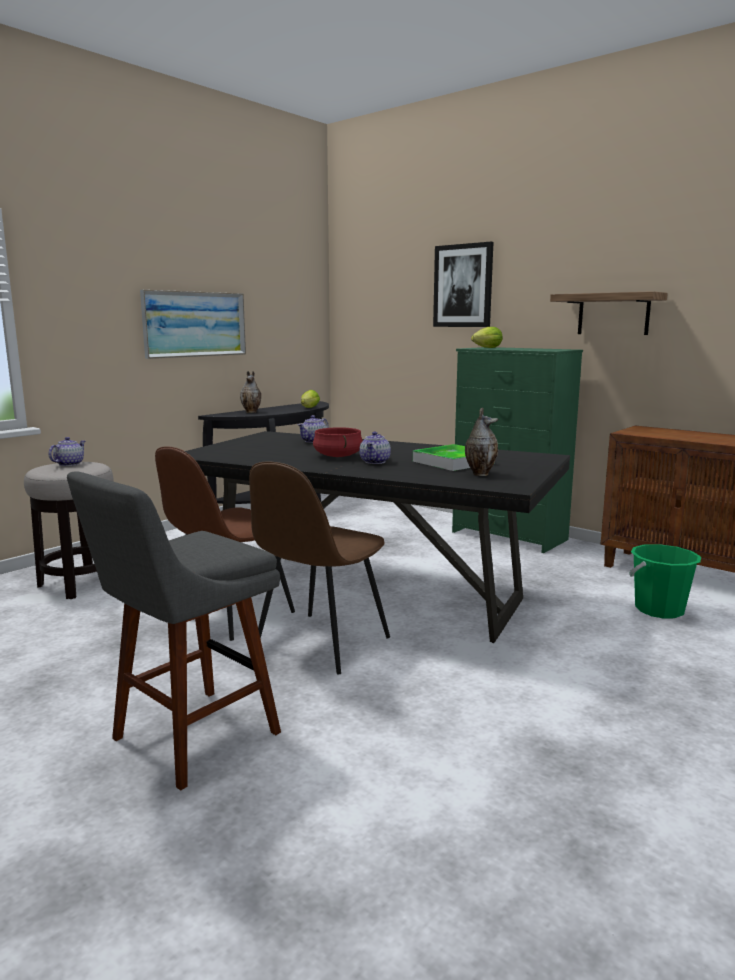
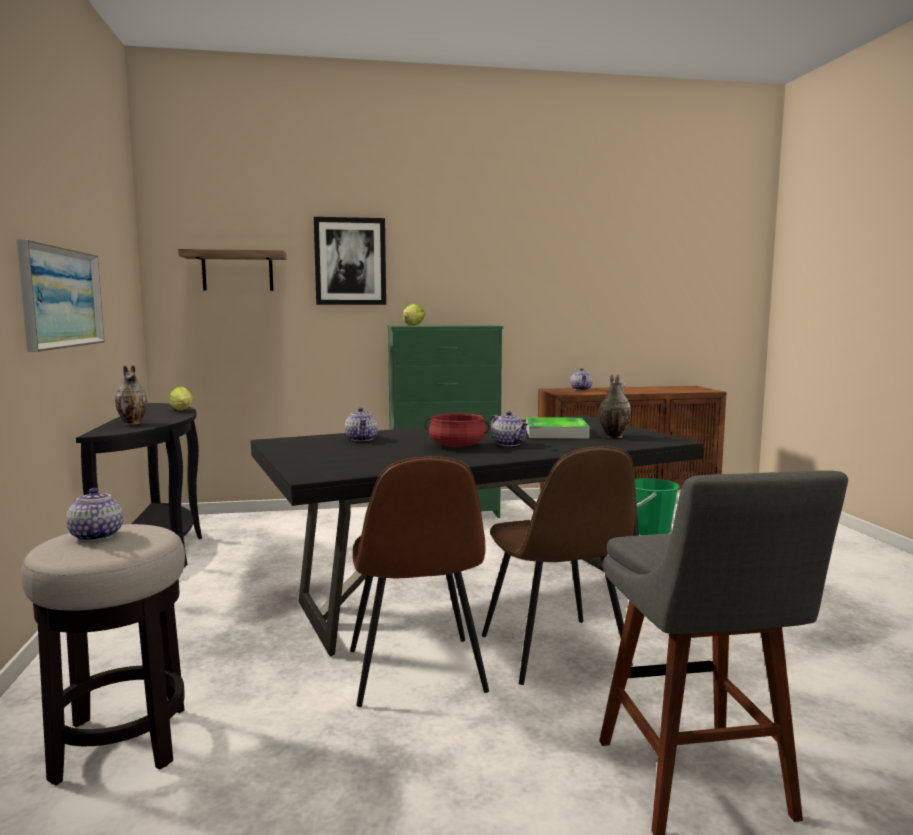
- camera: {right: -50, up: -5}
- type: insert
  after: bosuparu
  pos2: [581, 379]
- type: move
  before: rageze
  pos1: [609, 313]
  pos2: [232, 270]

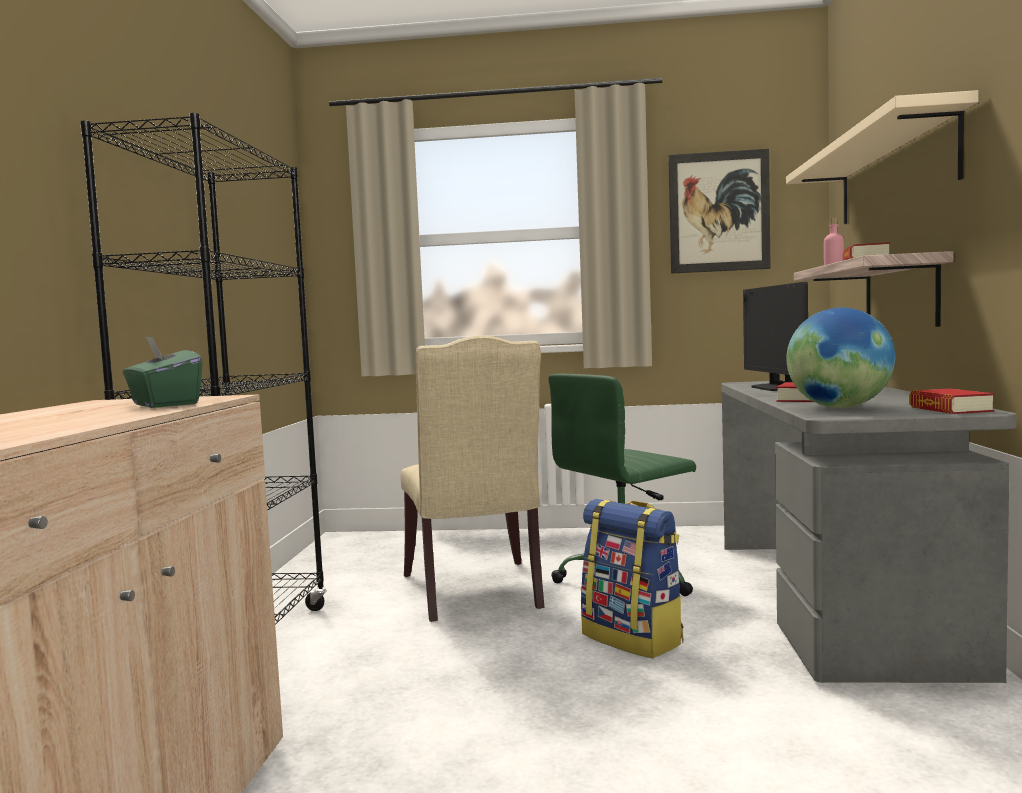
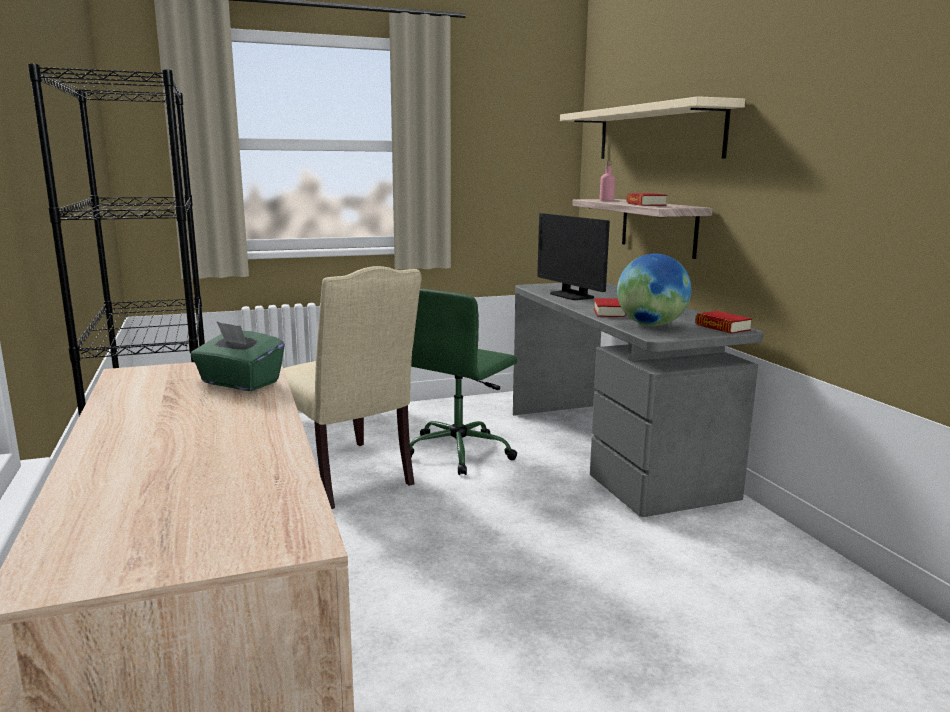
- camera: {right: -25, up: 10}
- type: delete
  before: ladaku
  pos1: [632, 579]
- type: delete
  before: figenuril
  pos1: [719, 211]

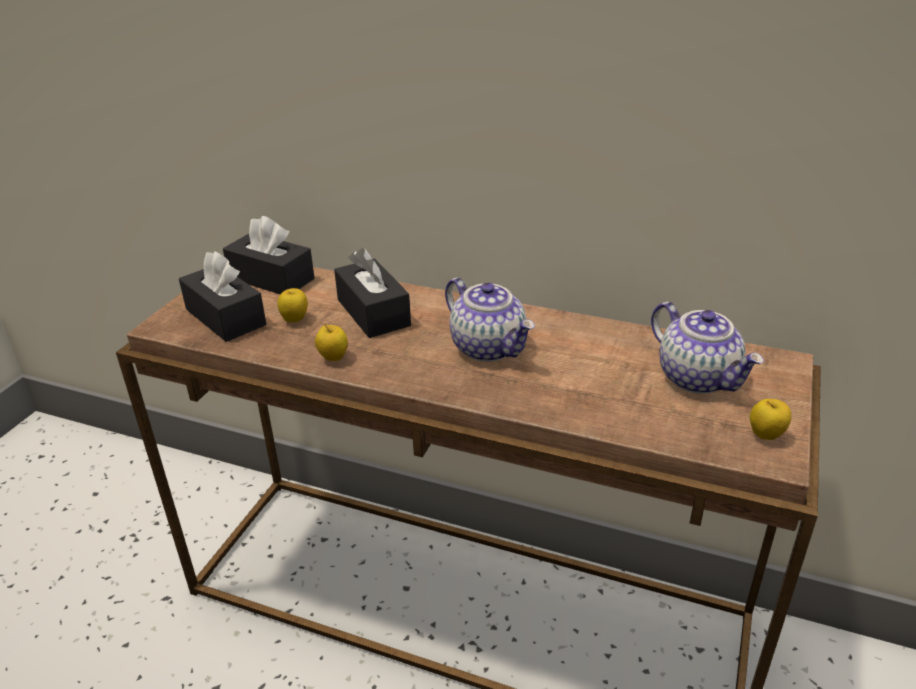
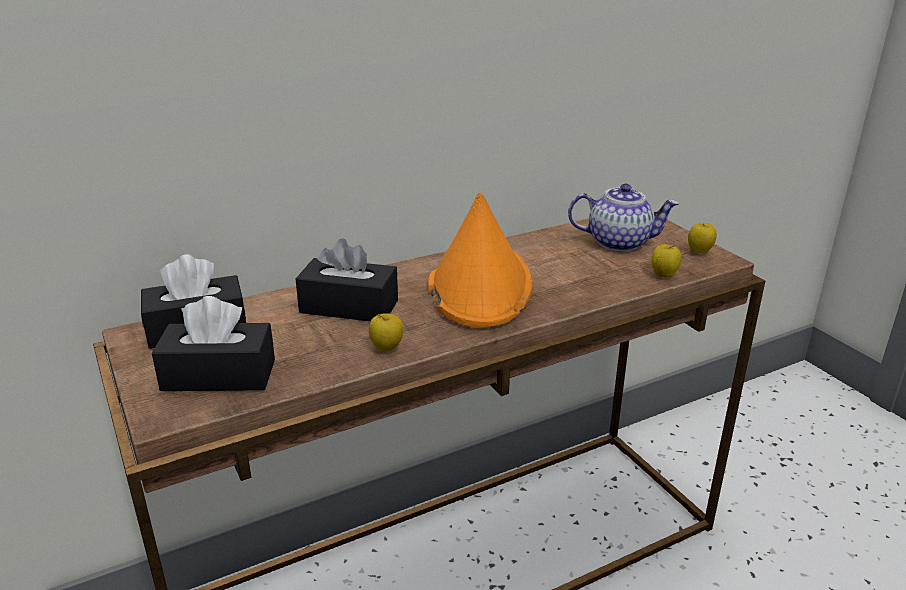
- camera: {right: -50, up: -5}
- type: move
  before: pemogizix
  pos1: [292, 305]
  pos2: [666, 261]
- type: replace
  before: bosuparu
  after: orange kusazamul
  pos1: [490, 320]
  pos2: [480, 260]

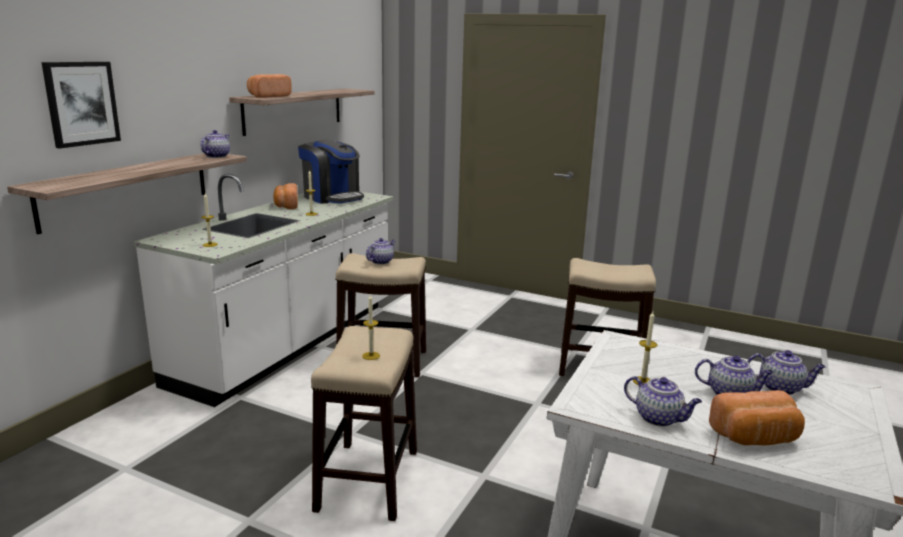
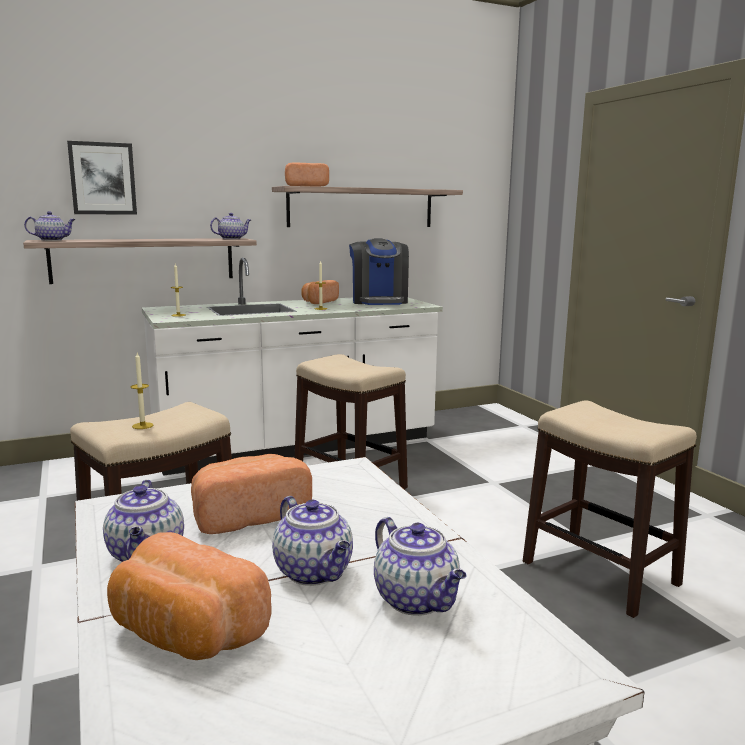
- camera: {right: 40, up: -5}
- type: move
  before: bosuparu
  pos1: [380, 251]
  pos2: [50, 226]
- type: replace
  before: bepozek
  after: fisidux
  pos1: [645, 348]
  pos2: [251, 494]

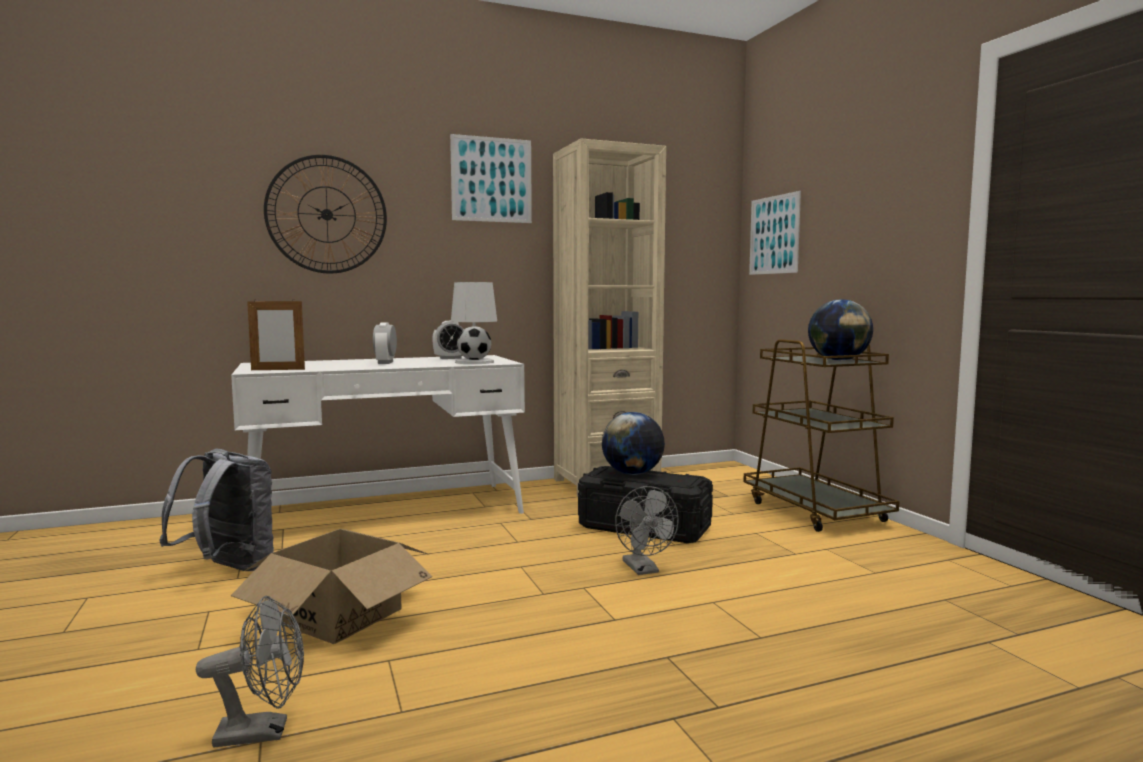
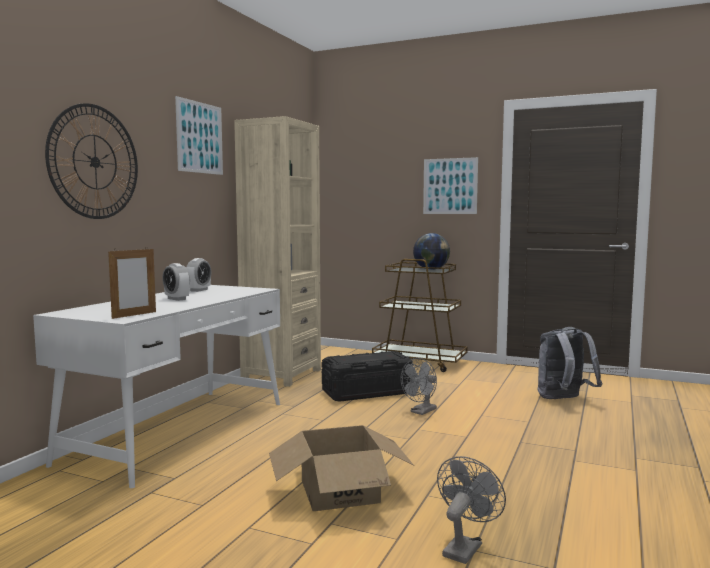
- camera: {right: -45, up: 0}
- type: delete
  before: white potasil
  pos1: [474, 323]
- type: delete
  before: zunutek
  pos1: [633, 443]
- type: move
  before: grey ladaku
  pos1: [216, 510]
  pos2: [570, 363]
- type: move
  before: figenuril
  pos1: [775, 233]
  pos2: [450, 185]
- type: rotate
  before: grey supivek
  pos1: [647, 530]
  pos2: [419, 386]
  turn: 105

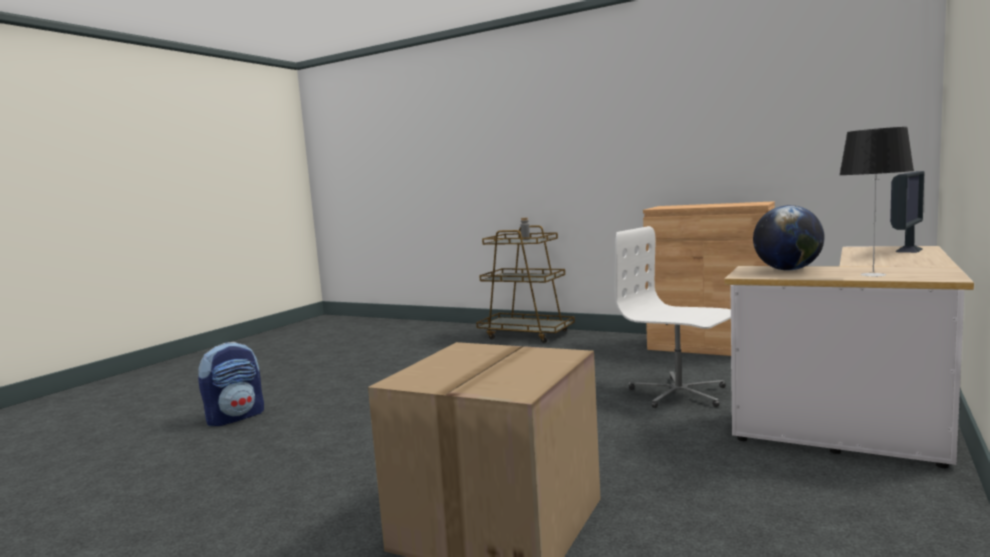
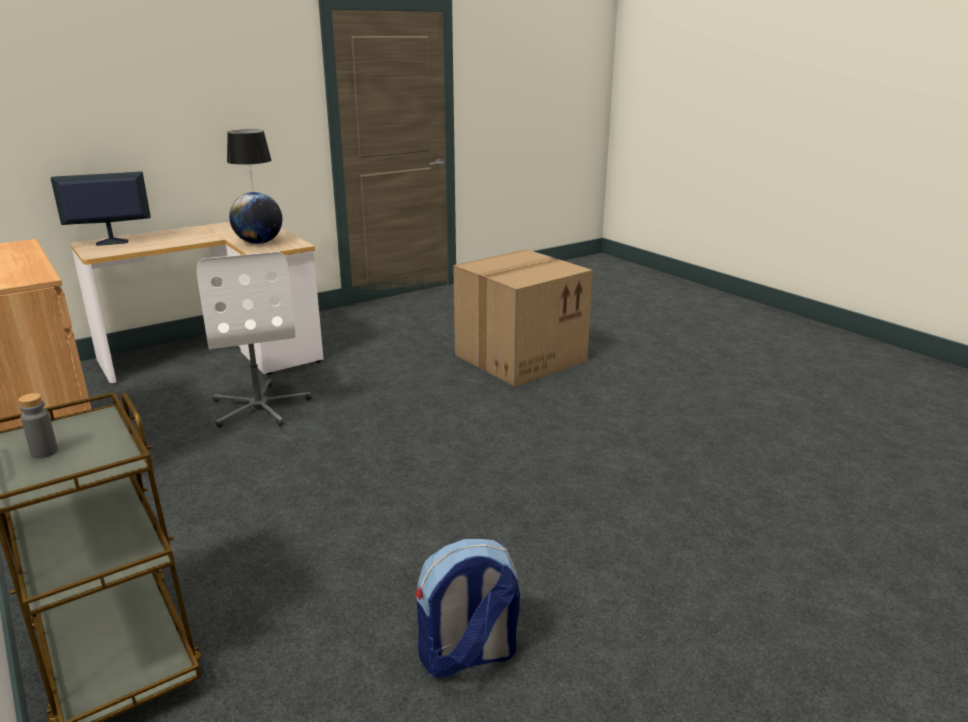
- camera: {right: -155, up: 15}
- type: move
  before: ladaku
  pos1: [231, 384]
  pos2: [468, 608]

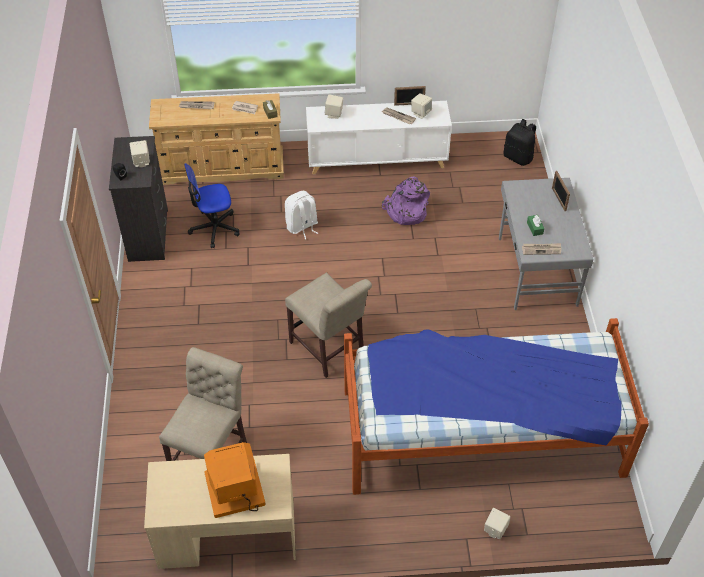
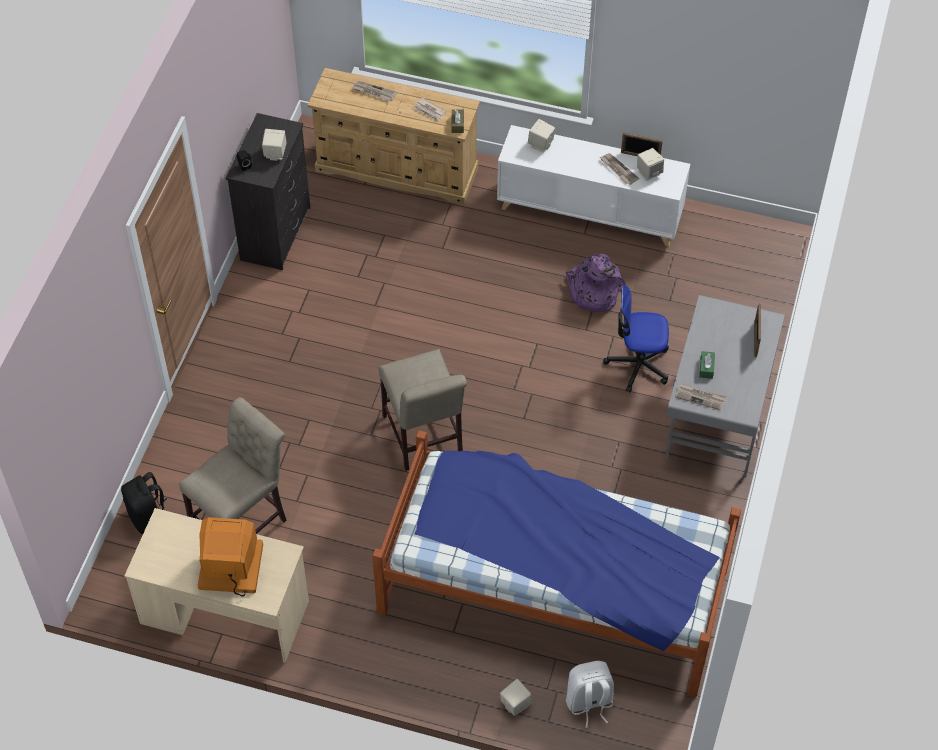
- camera: {right: 20, up: 5}
- type: move
  before: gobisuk
  pos1: [212, 205]
  pos2: [636, 338]
- type: move
  before: white ladaku
  pos1: [301, 215]
  pos2: [590, 694]
- type: move
  before: black ladaku
  pos1: [520, 142]
  pos2: [144, 503]

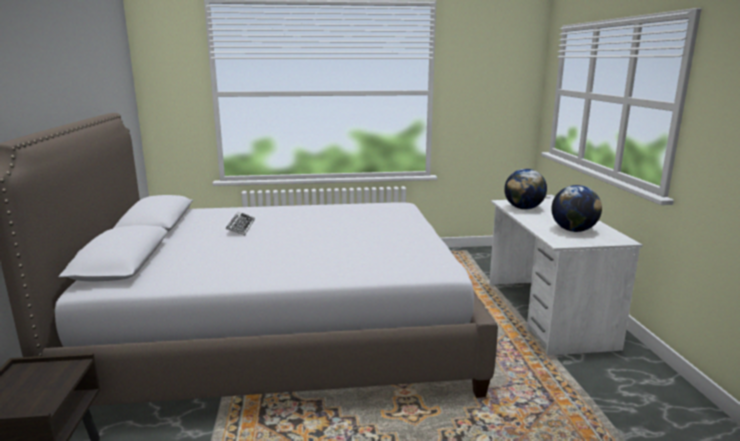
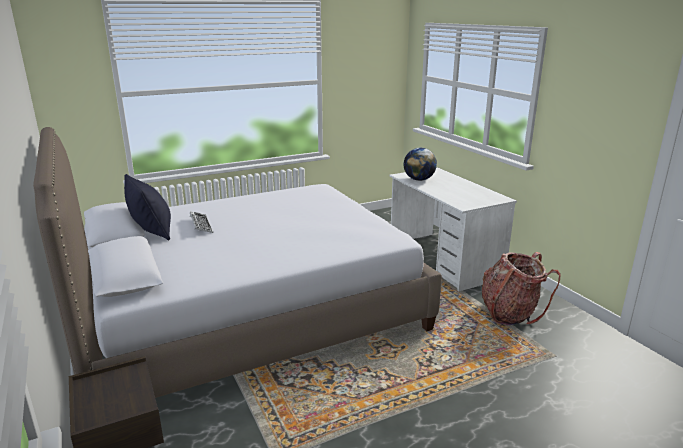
- camera: {right: -20, up: 5}
- type: delete
  before: zunutek
  pos1: [576, 208]
- type: insert
  after: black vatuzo
  pos2: [147, 207]
- type: insert
  after: ladaku
  pos2: [521, 288]

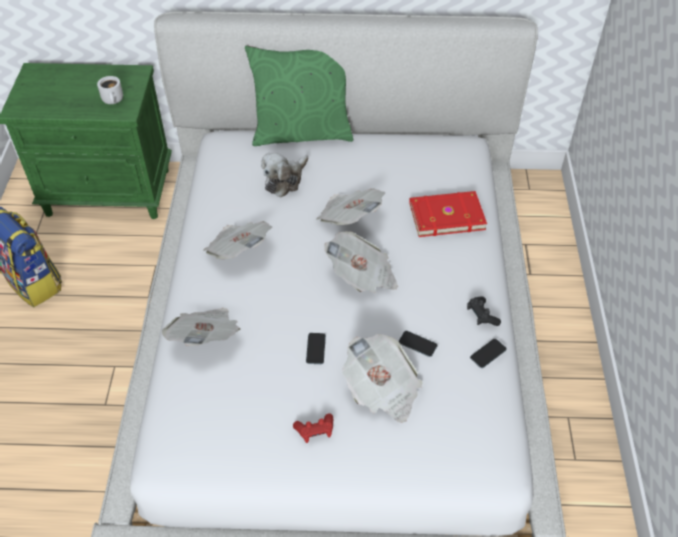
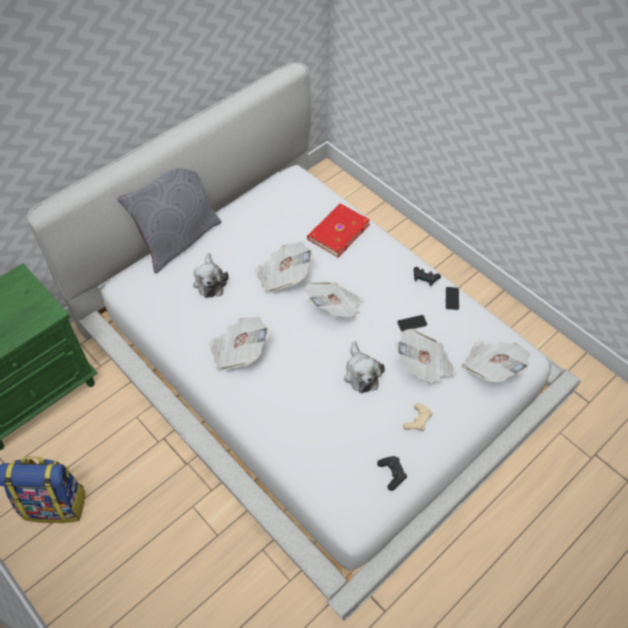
- camera: {right: -45, up: 5}
- type: delete
  before: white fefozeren
  pos1: [110, 90]
- type: insert
  after: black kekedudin
  pos2: [392, 473]
- type: move
  before: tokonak
  pos1: [201, 327]
  pos2: [496, 361]
- type: replace
  before: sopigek
  after: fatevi
  pos1: [316, 348]
  pos2: [364, 367]
- type: recolor
  before: green vatuzo
  after: grey vatuzo
  pos1: [299, 96]
  pos2: [169, 220]
- type: recolor
  before: red kekedudin
  after: beige kekedudin
  pos1: [313, 428]
  pos2: [417, 417]

